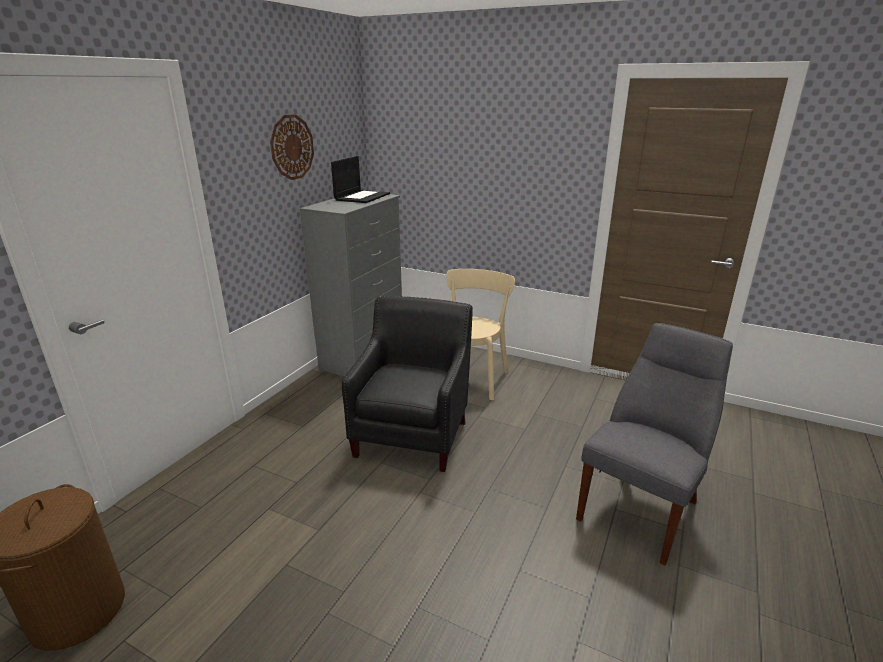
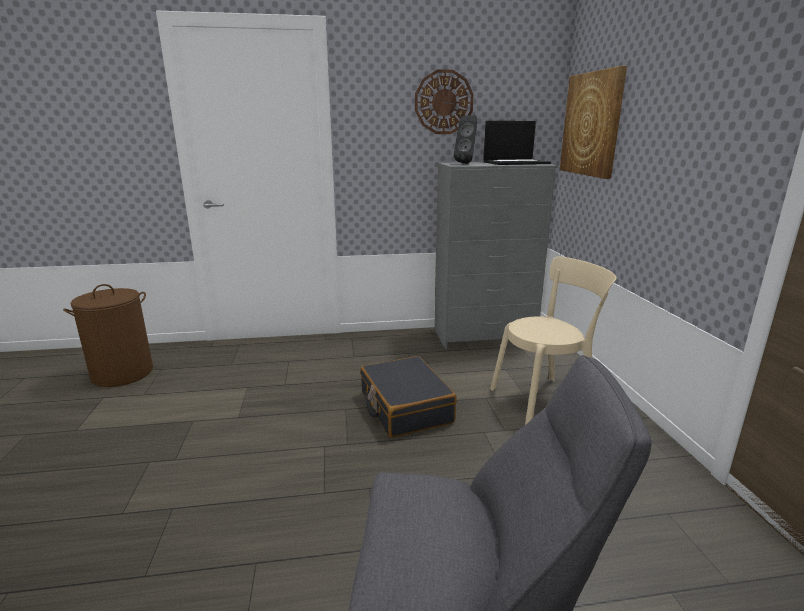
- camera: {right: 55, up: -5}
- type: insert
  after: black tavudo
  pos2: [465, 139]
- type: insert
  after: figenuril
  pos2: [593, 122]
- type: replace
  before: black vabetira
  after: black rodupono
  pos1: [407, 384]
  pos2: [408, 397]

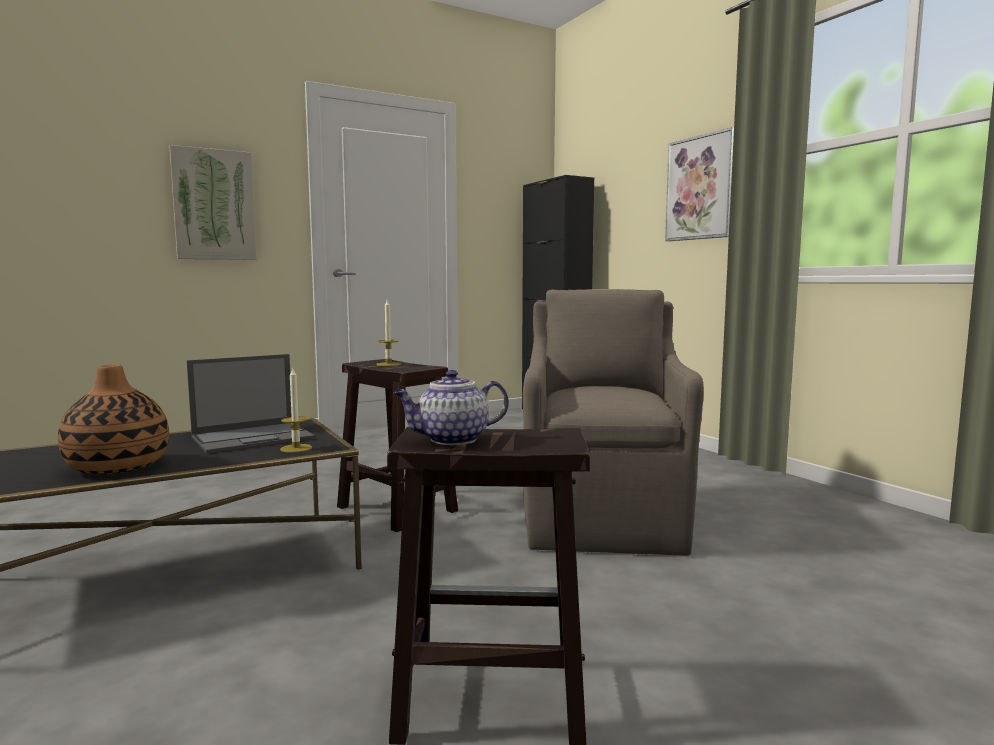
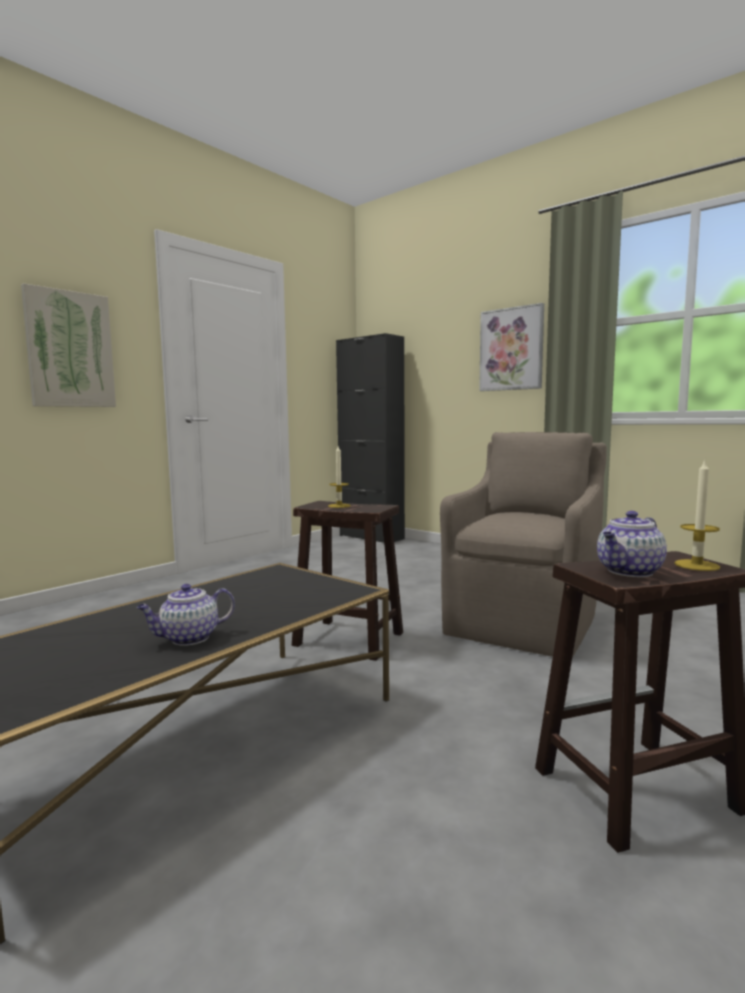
- camera: {right: -20, up: 0}
- type: delete
  before: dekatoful
  pos1: [251, 404]
- type: move
  before: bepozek
  pos1: [296, 410]
  pos2: [697, 515]
- type: replace
  before: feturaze
  after: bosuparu
  pos1: [113, 420]
  pos2: [185, 615]
- type: rotate
  before: brown vabetira
  pos1: [613, 422]
  pos2: [523, 544]
  turn: 45

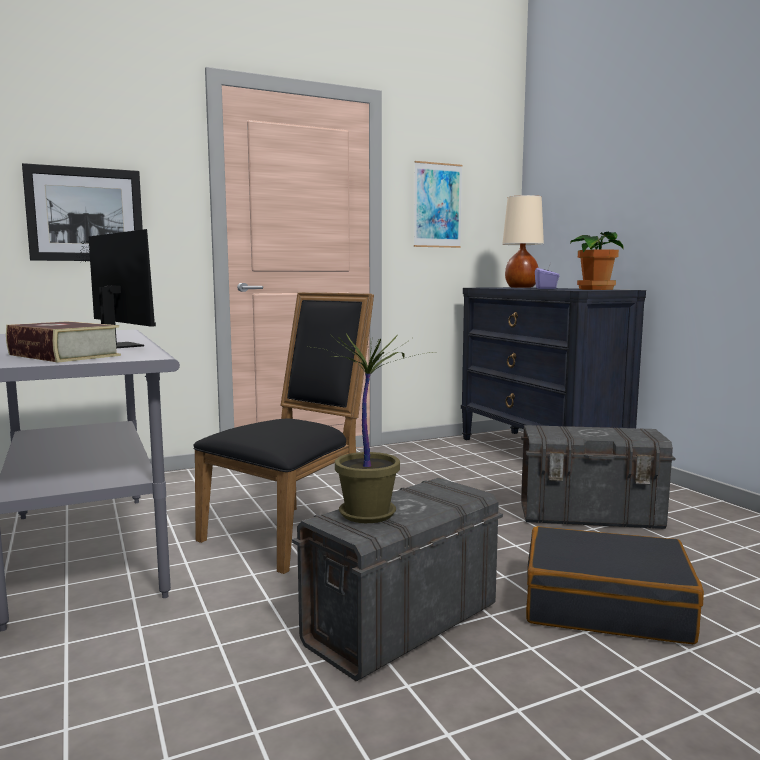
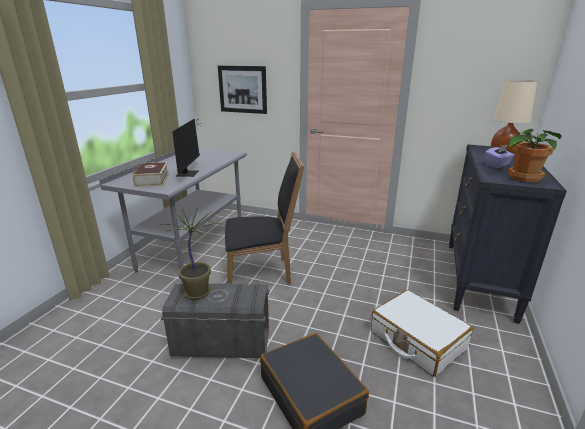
- camera: {right: 45, up: 15}
- type: delete
  before: figenuril
  pos1: [438, 204]
- type: replace
  before: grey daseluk
  after: white rodupono
  pos1: [598, 477]
  pos2: [422, 333]

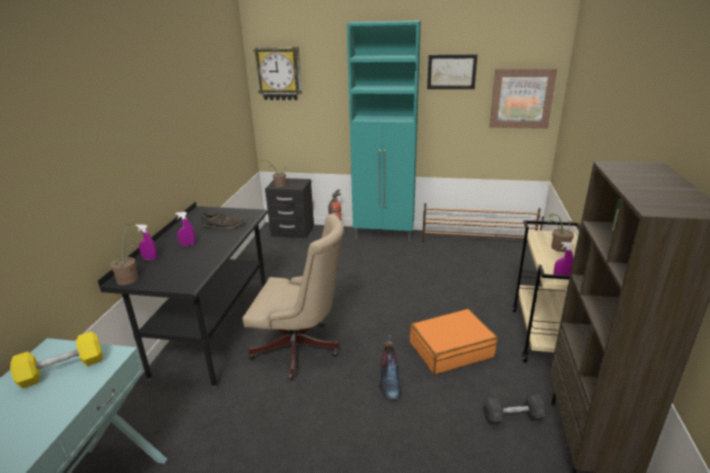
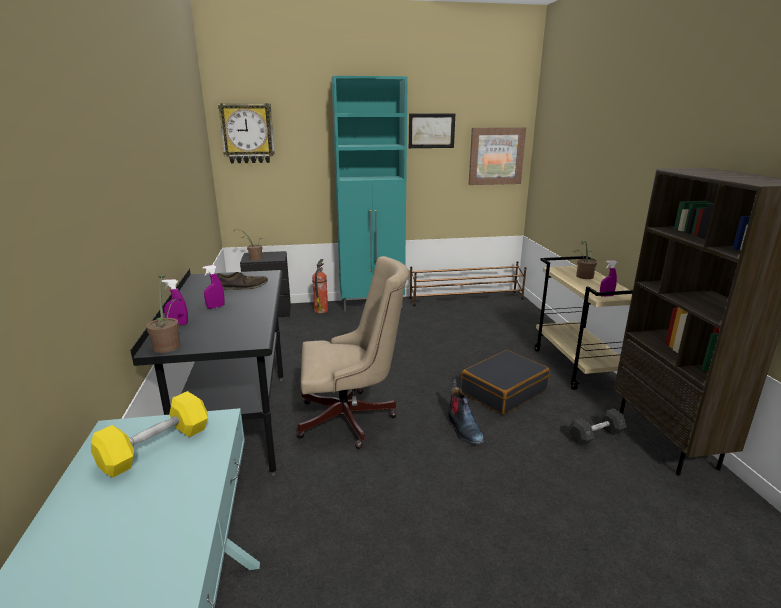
- camera: {right: -20, up: -5}
- type: recolor
  before: orange rodupono
  after: black rodupono
  pos1: [454, 342]
  pos2: [505, 382]

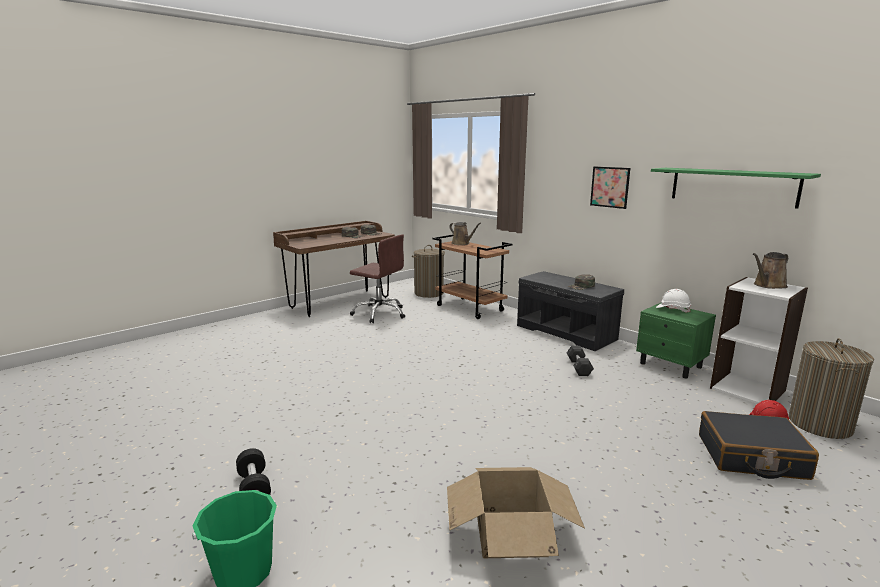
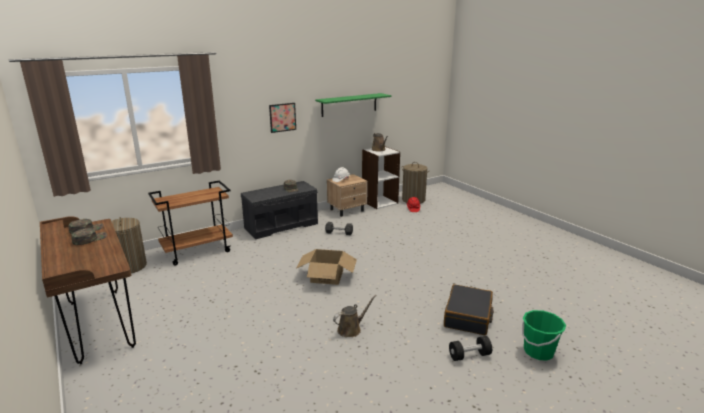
- camera: {right: -80, up: 5}
- type: delete
  before: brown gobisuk
  pos1: [377, 278]
- type: move
  before: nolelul
  pos1: [516, 512]
  pos2: [326, 267]
- type: move
  before: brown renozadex
  pos1: [465, 233]
  pos2: [355, 316]
- type: move
  before: black rodupono
  pos1: [759, 445]
  pos2: [469, 309]
- type: recolor
  before: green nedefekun
  after: beige nedefekun
  pos1: [676, 340]
  pos2: [347, 195]

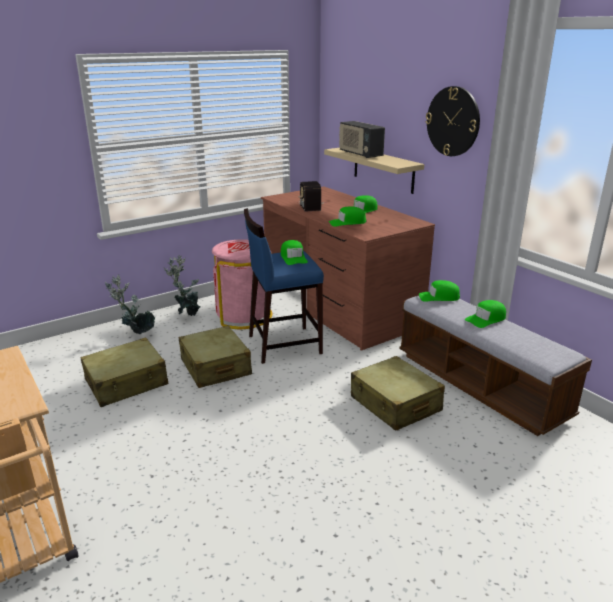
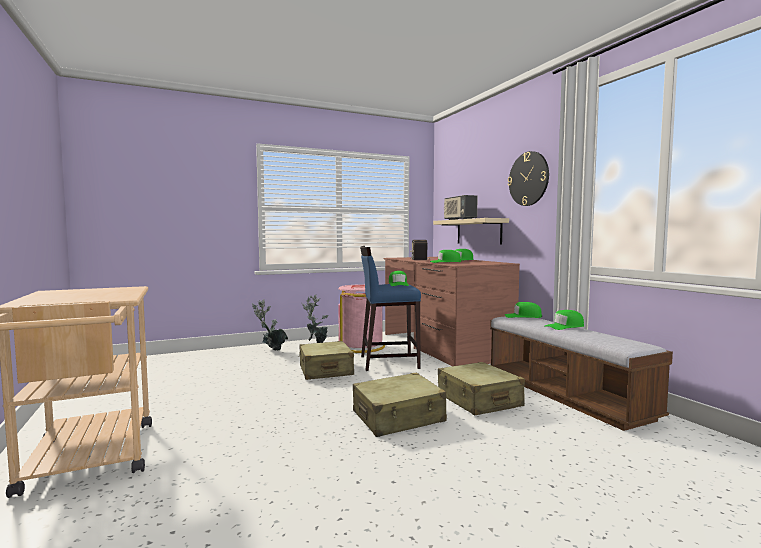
- camera: {right: 10, up: -20}
- type: move
  before: beige rodupono
  pos1: [124, 372]
  pos2: [400, 405]

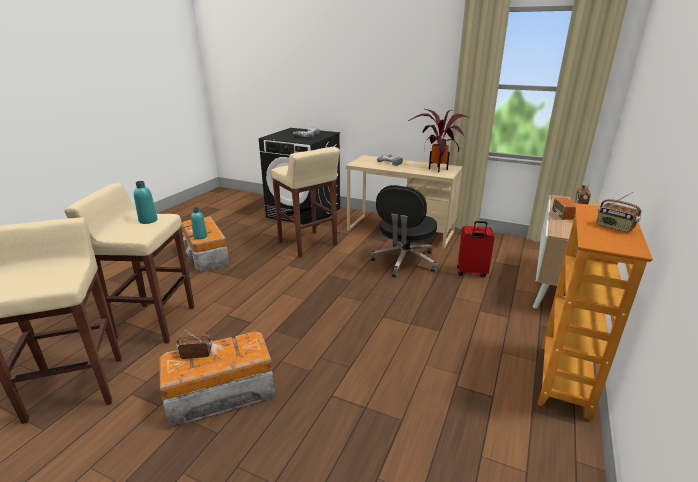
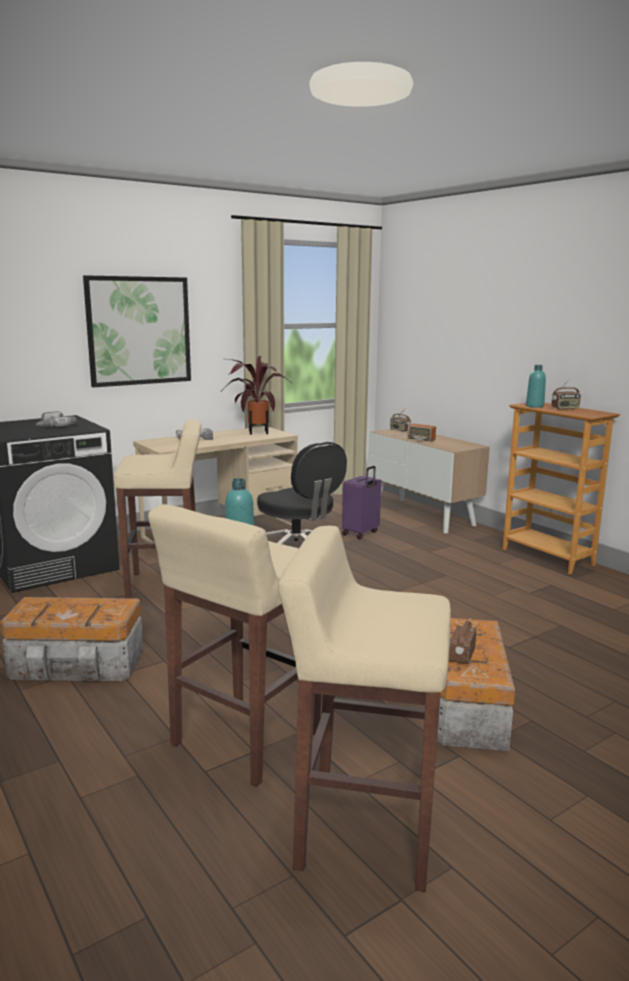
- camera: {right: -60, up: -10}
- type: insert
  after: figenuril
  pos2: [137, 331]
- type: move
  before: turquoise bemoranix
  pos1: [199, 223]
  pos2: [536, 386]
- type: recolor
  before: red rodupono
  after: purple rodupono
  pos1: [476, 249]
  pos2: [361, 502]

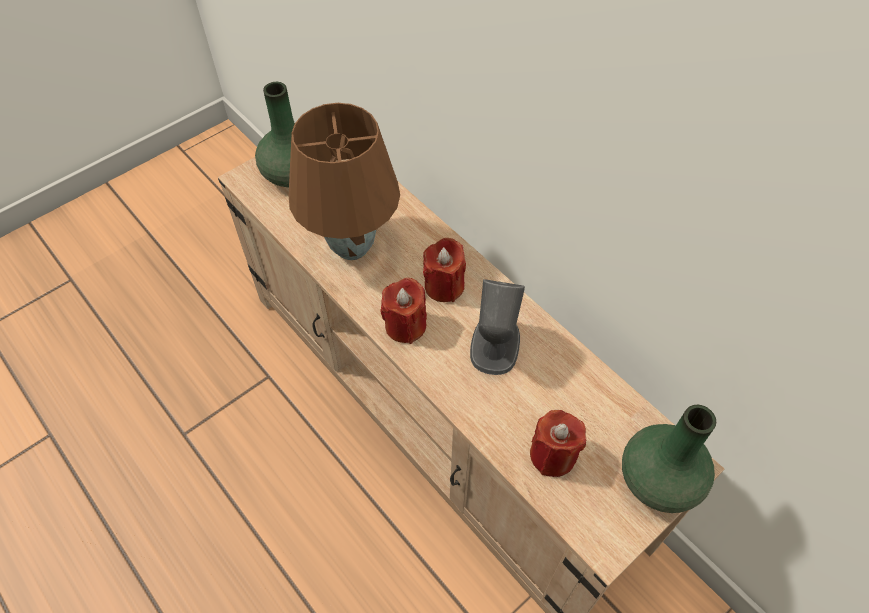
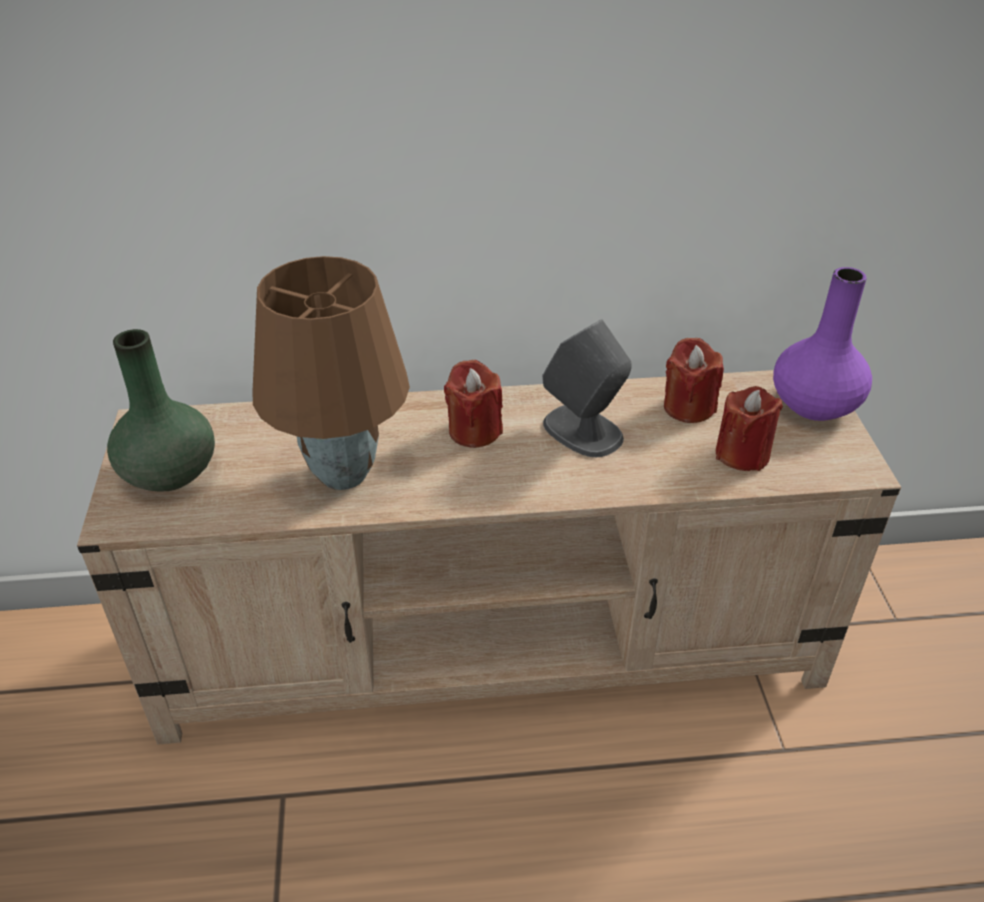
- camera: {right: -55, up: -15}
- type: move
  before: red bepozek
  pos1: [404, 311]
  pos2: [694, 380]
- type: recolor
  before: green feturaze
  after: purple feturaze
  pos1: [669, 459]
  pos2: [822, 344]

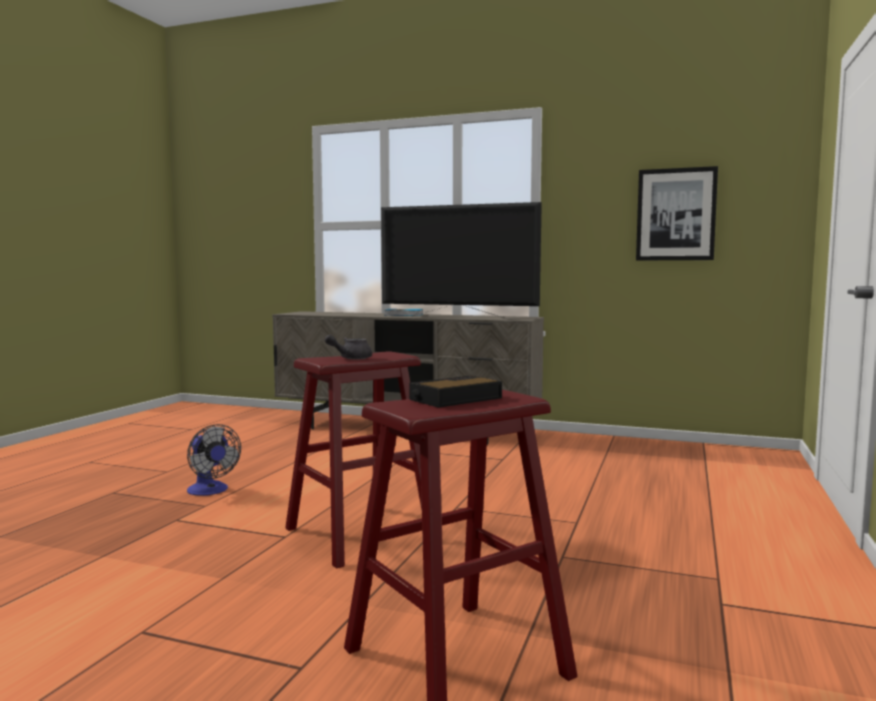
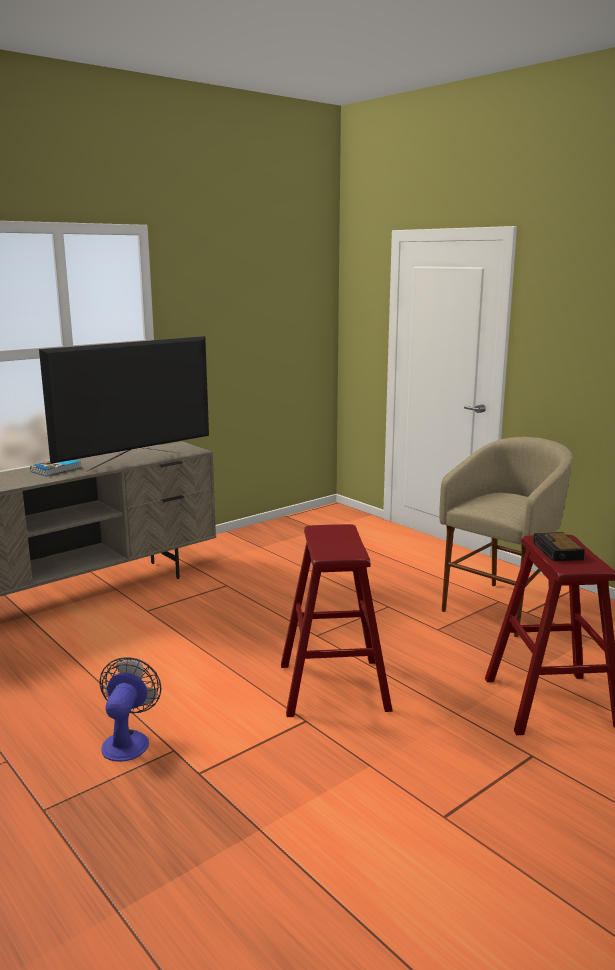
- camera: {right: -60, up: 10}
- type: delete
  before: grey bosuparu
  pos1: [348, 347]
- type: delete
  before: figenuril
  pos1: [677, 213]
- type: insert
  after: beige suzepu
  pos2: [505, 537]
- type: rotate
  before: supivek
  pos1: [214, 460]
  pos2: [130, 709]
  turn: -75

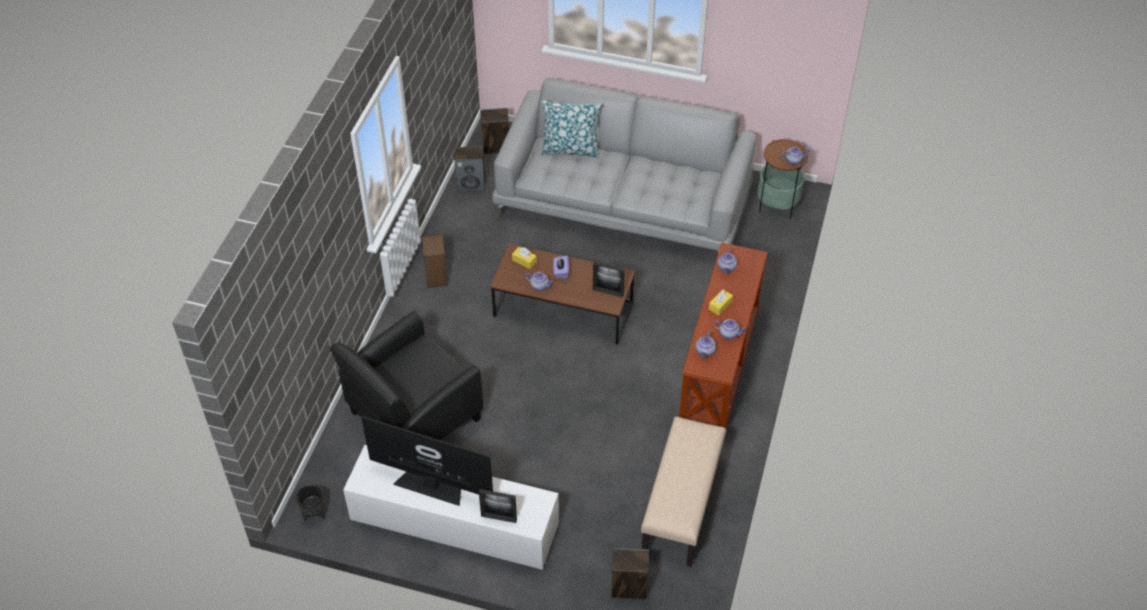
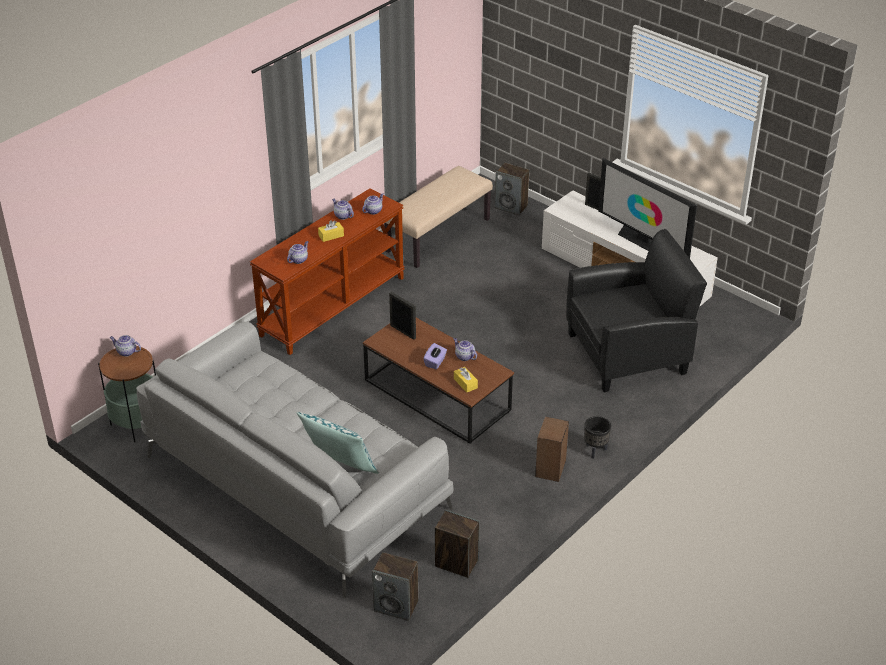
- camera: {right: -155, up: -10}
- type: move
  before: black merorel
  pos1: [310, 503]
  pos2: [597, 437]

